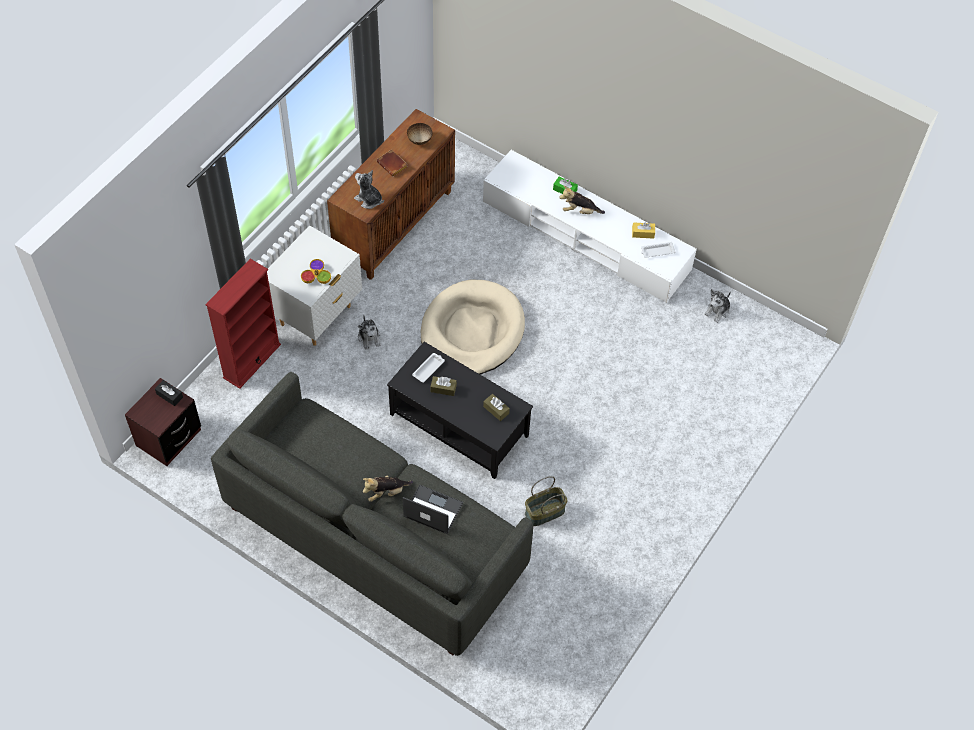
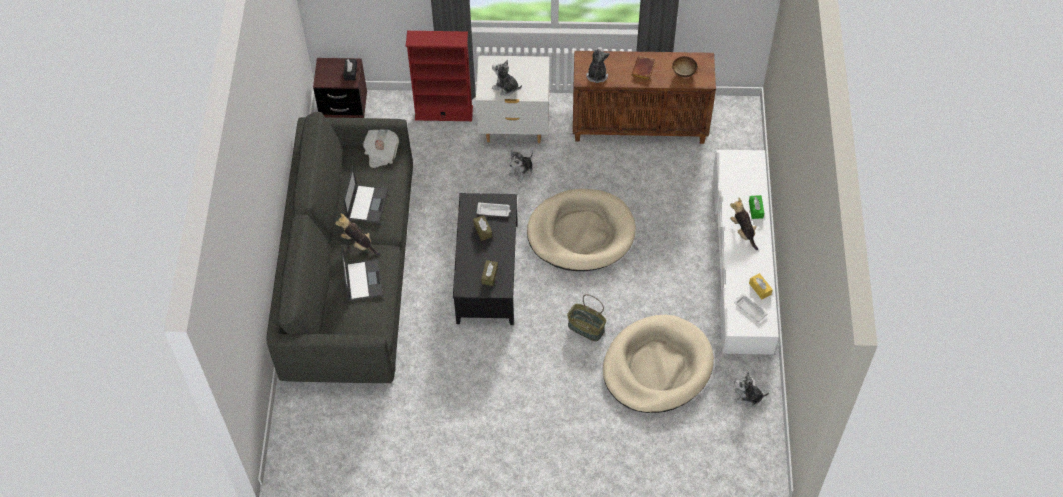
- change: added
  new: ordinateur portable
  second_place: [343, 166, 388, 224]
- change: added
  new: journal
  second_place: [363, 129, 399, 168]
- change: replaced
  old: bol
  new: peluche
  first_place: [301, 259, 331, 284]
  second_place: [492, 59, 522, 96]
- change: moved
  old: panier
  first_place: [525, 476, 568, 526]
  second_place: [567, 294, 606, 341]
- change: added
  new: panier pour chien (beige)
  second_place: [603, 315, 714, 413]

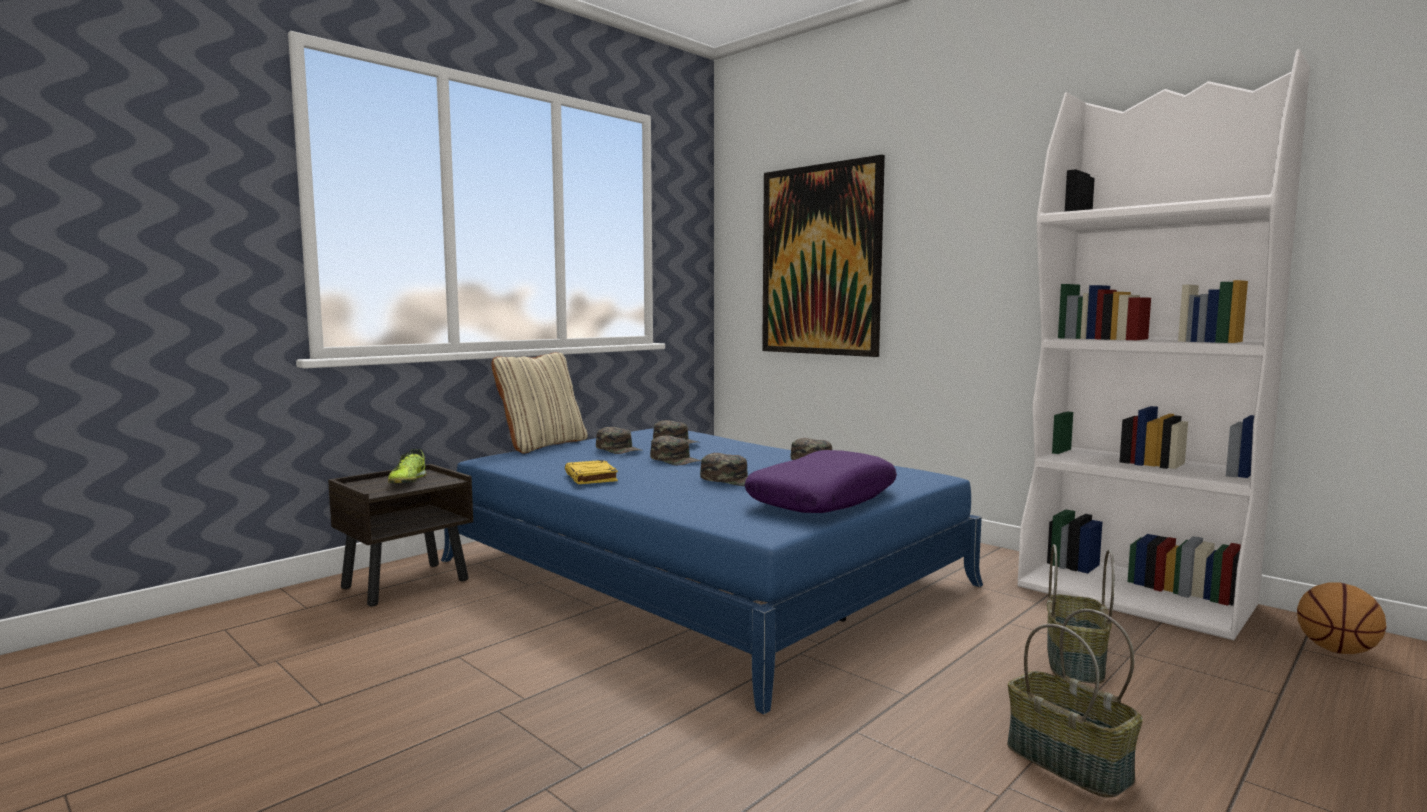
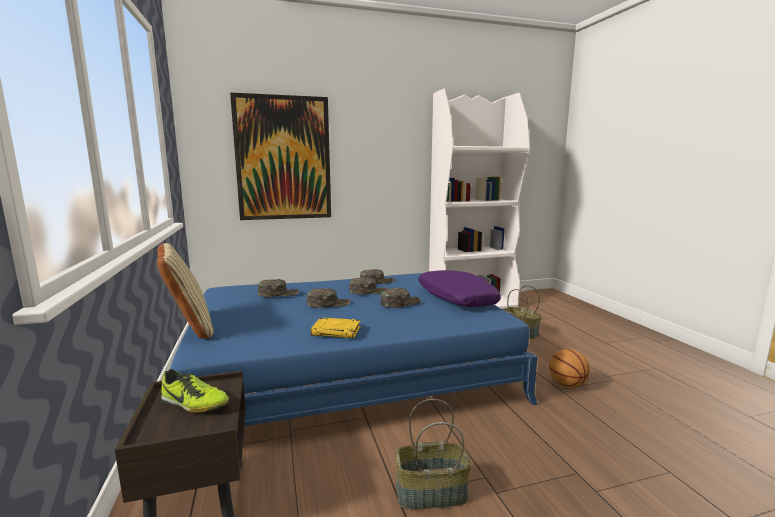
- change: moved
  old: casquette (vert)
  first_place: [596, 427, 643, 454]
  second_place: [349, 277, 388, 295]
- change: moved
  old: panier
  first_place: [1007, 609, 1143, 798]
  second_place: [395, 399, 472, 509]
- change: moved
  old: ballon de basket
  first_place: [1297, 583, 1387, 654]
  second_place: [549, 349, 590, 388]

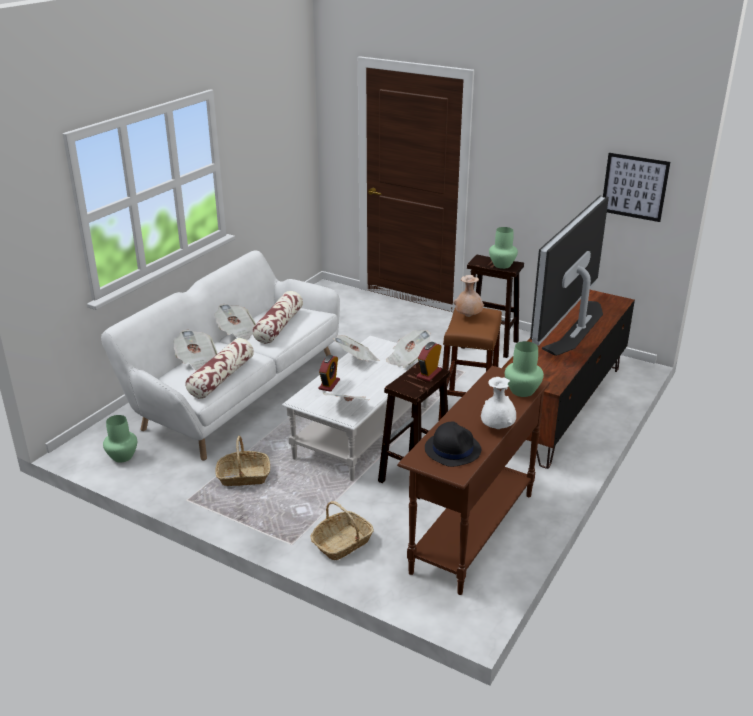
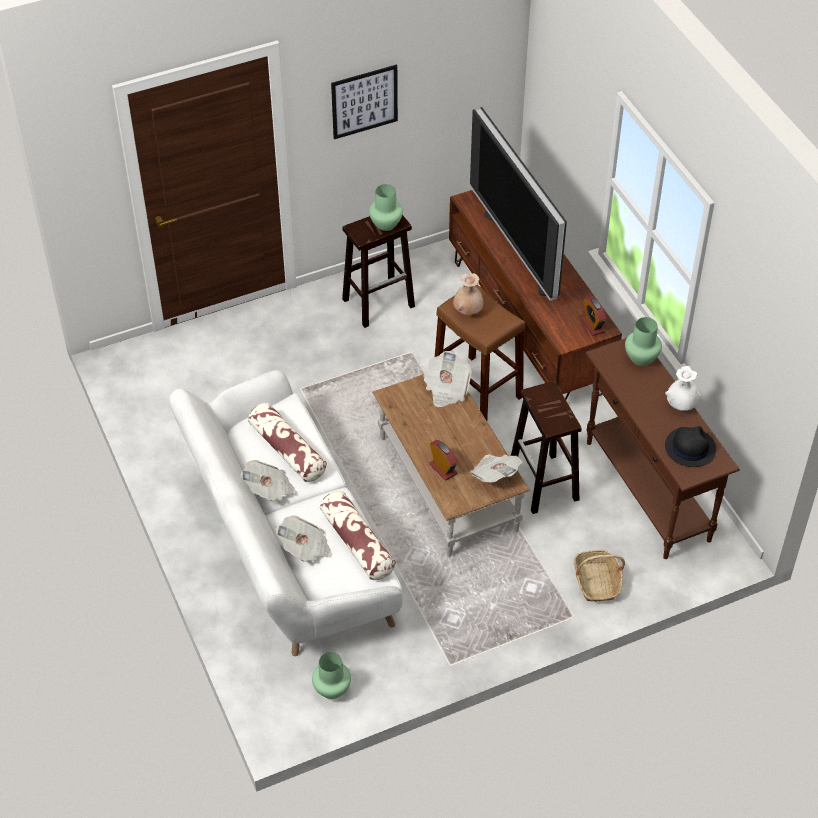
- change: moved
  old: tableau
  first_place: [603, 153, 670, 222]
  second_place: [331, 65, 398, 139]
- change: recoloured
  old: table basse (blanc)
  new: table basse (marron)
  first_place: [282, 336, 428, 481]
  second_place: [372, 374, 530, 557]
- change: moved
  old: réveil
  first_place: [417, 342, 442, 381]
  second_place: [581, 296, 607, 336]
- change: removed
  old: panier
  first_place: [215, 436, 270, 486]
- change: removed
  old: journal
  first_place: [333, 335, 380, 361]

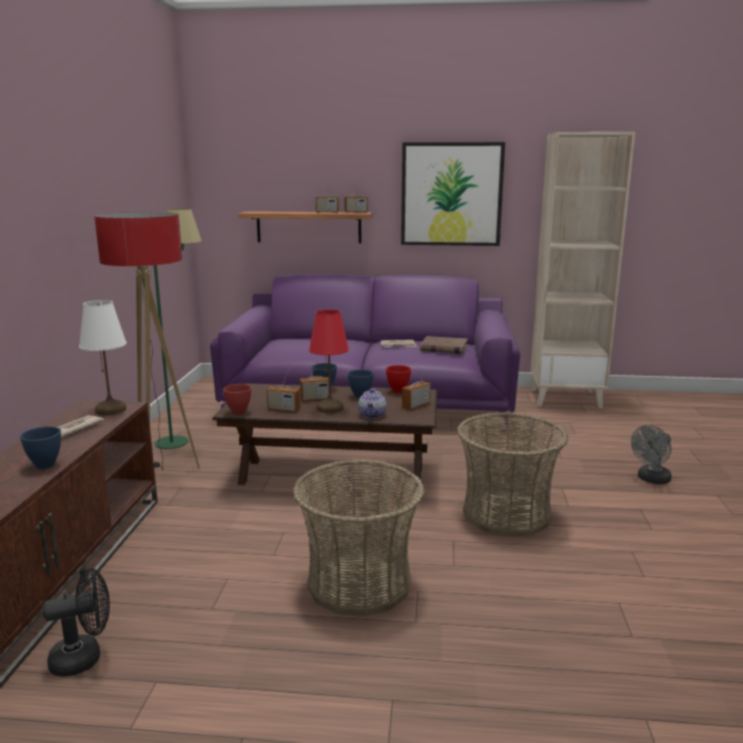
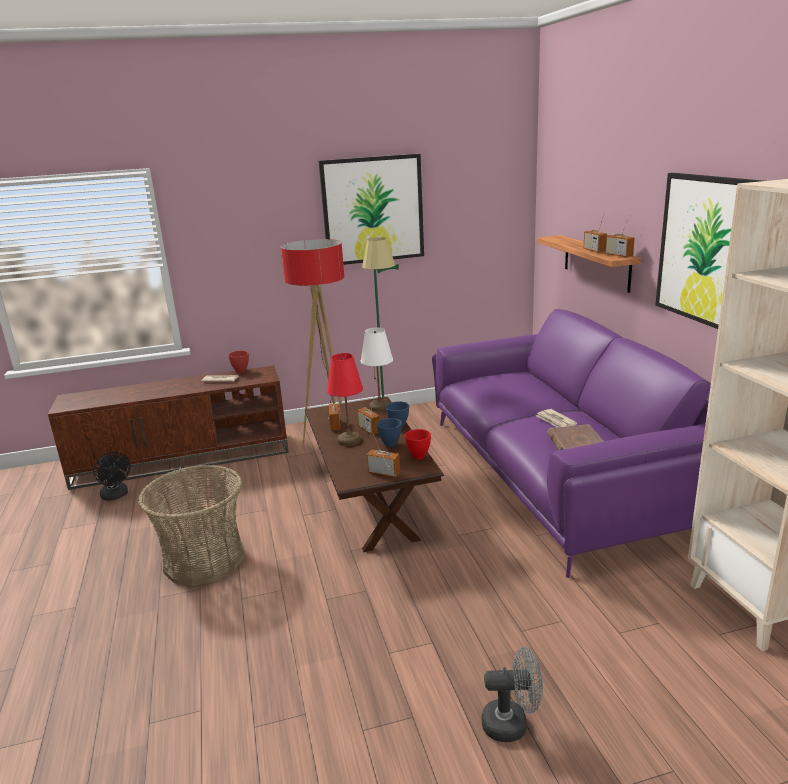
- change: moved
  old: bol (rouge)
  first_place: [223, 384, 251, 415]
  second_place: [228, 351, 249, 373]
- change: added
  new: tableau
  second_place: [319, 154, 424, 265]
- change: moved
  old: lampe de table (blanc)
  first_place: [79, 300, 126, 416]
  second_place: [361, 328, 393, 412]
- change: turned
  old: ventilateur (gris)
  first_place: [631, 425, 672, 484]
  second_place: [482, 647, 543, 742]
  degrees: 150
- change: removed
  old: bol (bleu)
  first_place: [20, 426, 61, 469]
- change: removed
  old: théière
  first_place: [358, 388, 386, 418]
- change: removed
  old: panier
  first_place: [457, 412, 568, 537]

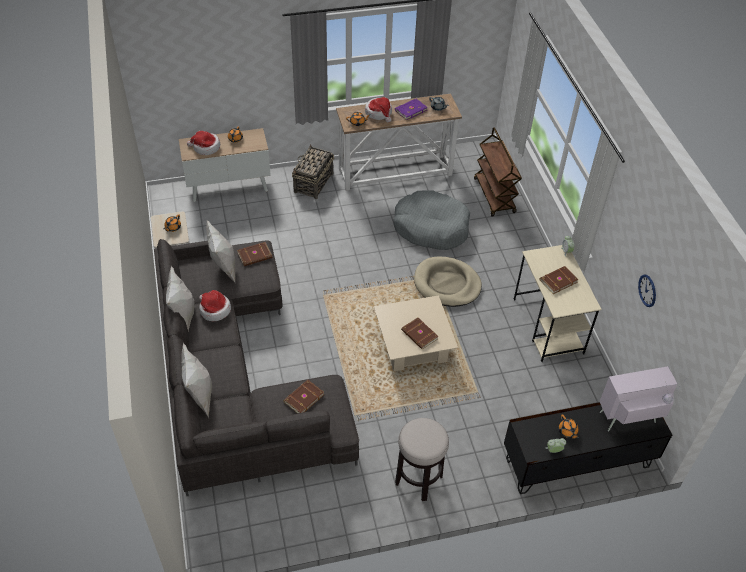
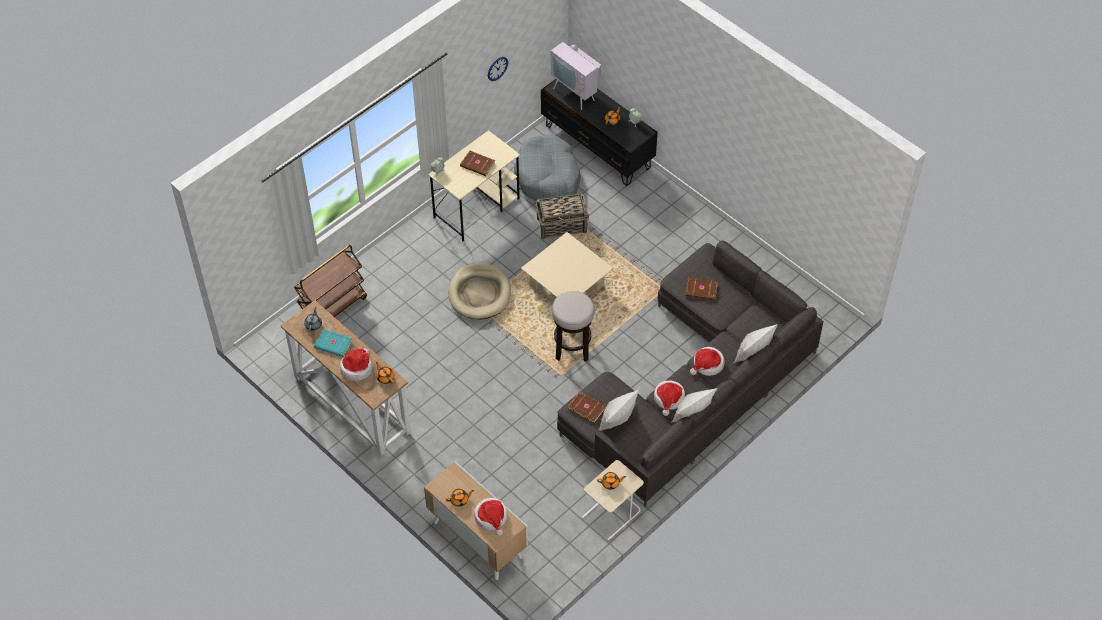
- change: recoloured
  old: livre (violet)
  new: livre (turquoise)
  first_place: [395, 99, 428, 120]
  second_place: [314, 329, 353, 357]
- change: moved
  old: panier pour chien (gris)
  first_place: [393, 190, 470, 250]
  second_place: [514, 134, 581, 201]
- change: moved
  old: panier
  first_place: [292, 145, 334, 199]
  second_place: [536, 193, 589, 239]
- change: moved
  old: tabouret
  first_place: [395, 418, 449, 501]
  second_place: [552, 291, 595, 362]
- change: added
  new: chapeau
  second_place: [690, 347, 725, 376]
- change: removed
  old: livre (marron)
  first_place: [401, 318, 439, 349]

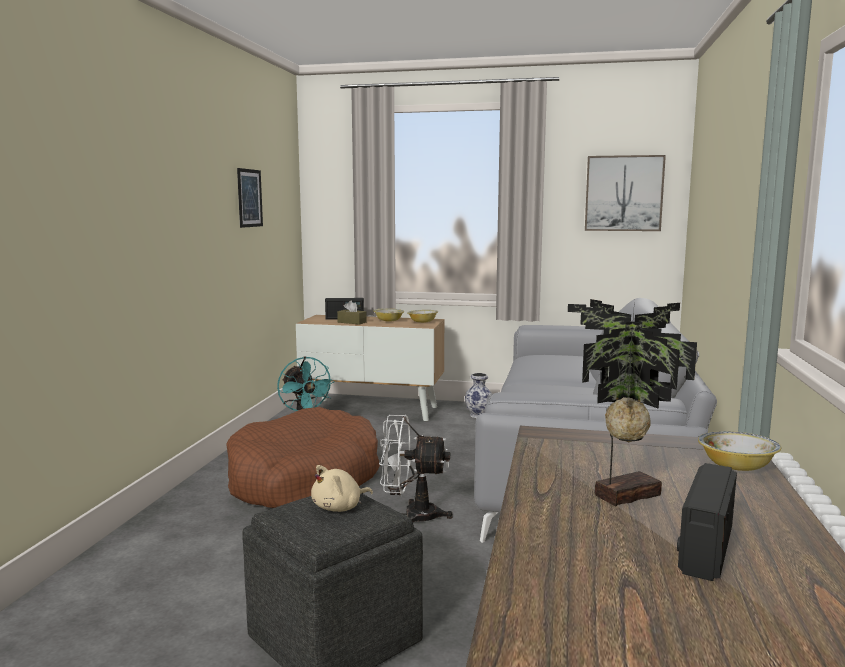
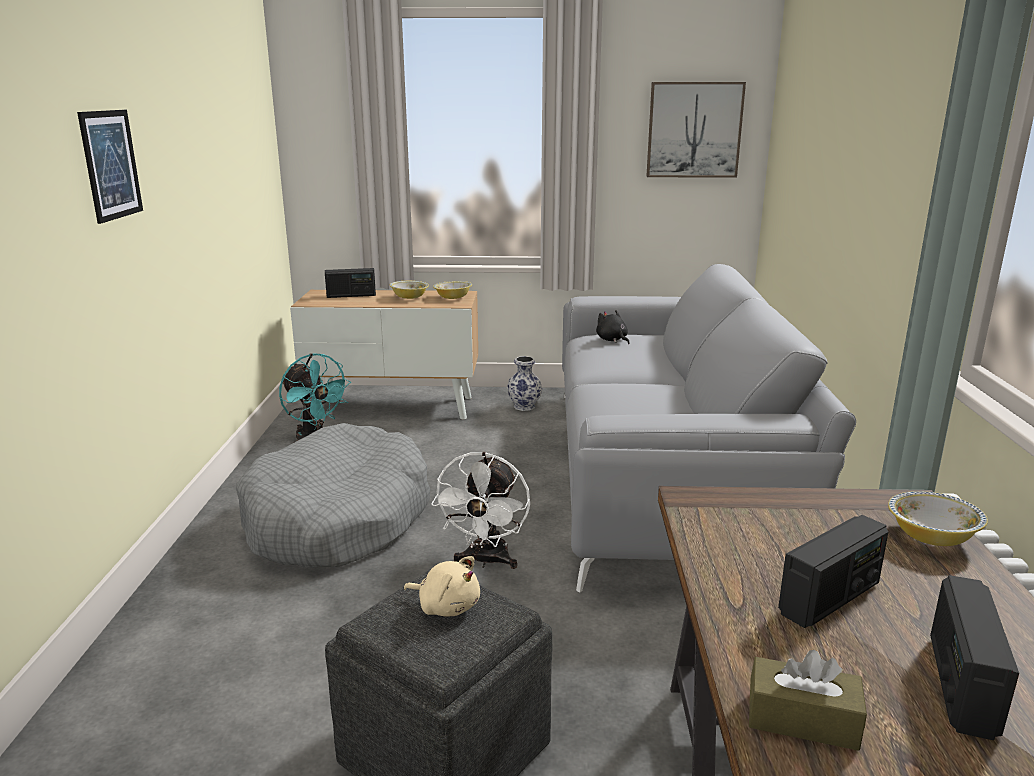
- change: moved
  old: tableau
  first_place: [237, 168, 263, 228]
  second_place: [77, 110, 143, 224]
- change: recoloured
  old: panier pour chien (marron)
  new: panier pour chien (gris)
  first_place: [227, 407, 380, 508]
  second_place: [236, 423, 430, 568]
- change: turned
  old: peluche (beige)
  first_place: [311, 465, 373, 512]
  second_place: [404, 556, 480, 617]
  degrees: -105
- change: turned
  old: ventilateur (blanc)
  first_place: [379, 415, 453, 522]
  second_place: [431, 452, 530, 569]
  degrees: -75
- change: added
  new: peluche (noir)
  second_place: [596, 310, 629, 344]
- change: moved
  old: boîte à mouchoirs (marron)
  first_place: [337, 301, 367, 325]
  second_place: [749, 650, 867, 751]
- change: replaced
  old: plante en pot
  new: radio
  first_place: [568, 299, 697, 506]
  second_place: [778, 515, 888, 628]

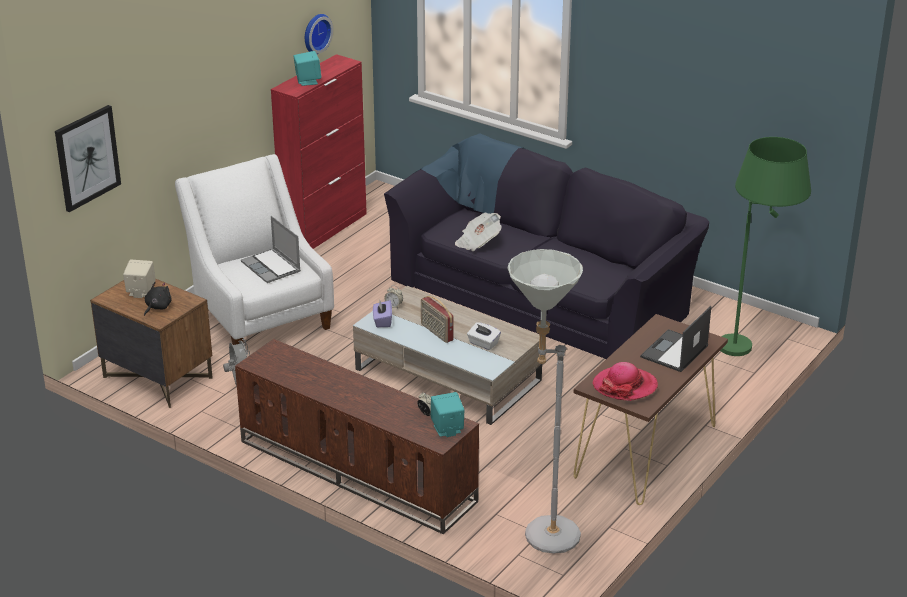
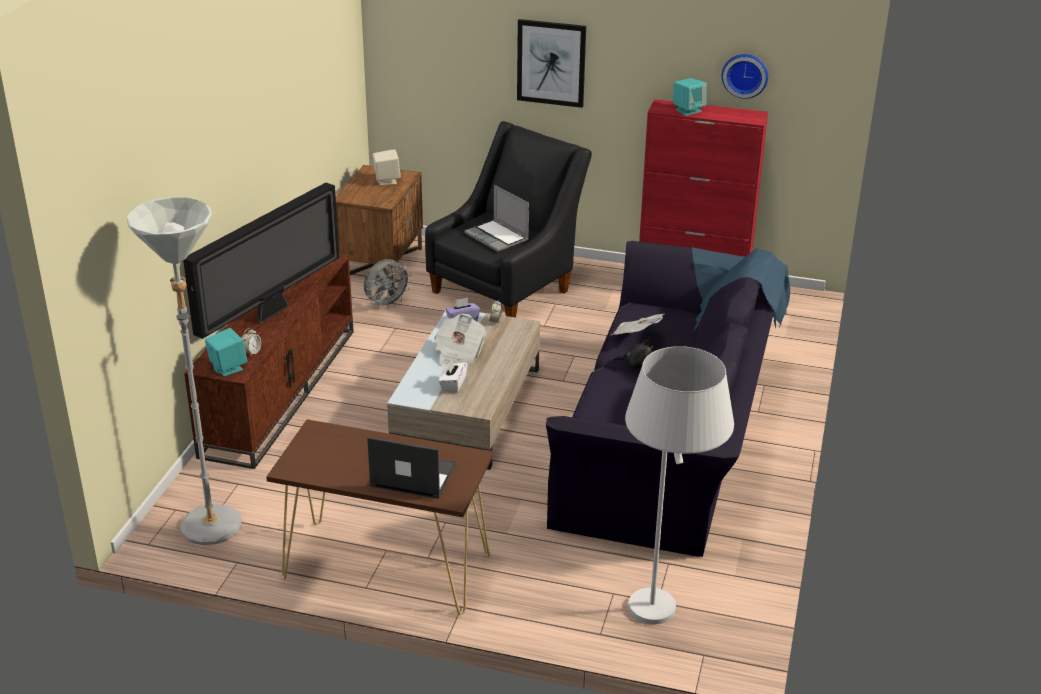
- change: added
  new: téléviseur
  second_place: [183, 182, 340, 339]
- change: recoloured
  old: fauteuil (blanc)
  new: fauteuil (noir)
  first_place: [175, 154, 334, 345]
  second_place: [425, 121, 592, 317]
- change: replaced
  old: radio
  new: journal
  first_place: [421, 296, 454, 343]
  second_place: [435, 314, 487, 367]
- change: turned
  old: ordinateur portable
  first_place: [241, 216, 301, 283]
  second_place: [465, 185, 529, 252]
  degrees: -75
- change: moved
  old: tableau
  first_place: [55, 105, 121, 212]
  second_place: [517, 19, 586, 108]
- change: moved
  old: peluche (noir)
  first_place: [144, 282, 172, 316]
  second_place: [613, 340, 654, 369]
- change: recoloured
  old: lampadaire (vert)
  new: lampadaire (blanc)
  first_place: [720, 137, 811, 356]
  second_place: [625, 346, 734, 624]
- change: removed
  old: chapeau
  first_place: [592, 362, 658, 401]

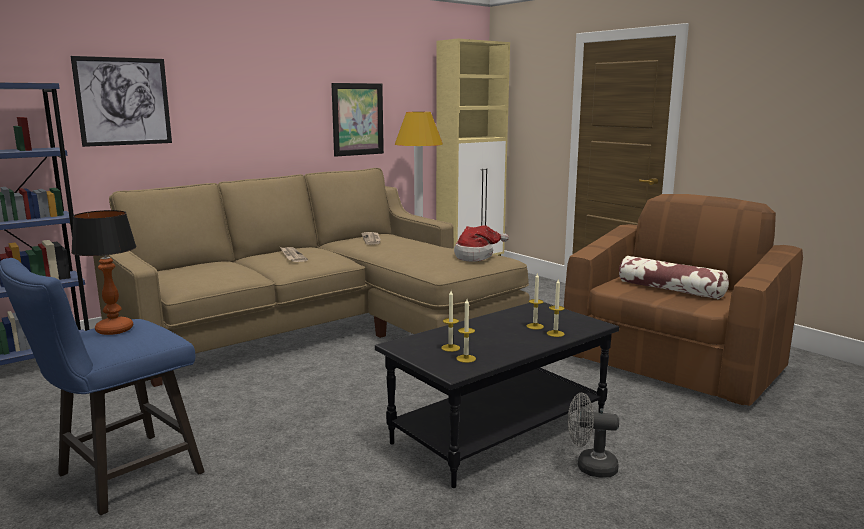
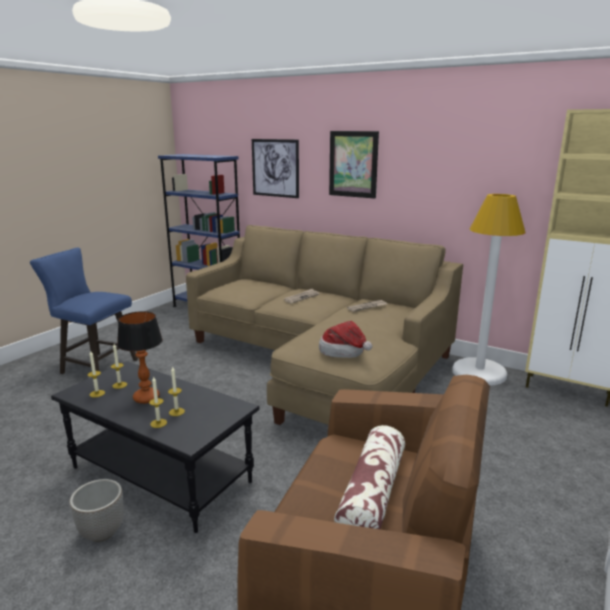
- change: replaced
  old: ventilateur (gris)
  new: cache-pot
  first_place: [568, 393, 619, 478]
  second_place: [69, 479, 124, 542]
- change: moved
  old: lampe de table
  first_place: [71, 210, 136, 335]
  second_place: [117, 311, 163, 404]
- change: moved
  old: tableau
  first_place: [331, 83, 384, 157]
  second_place: [329, 131, 379, 199]

